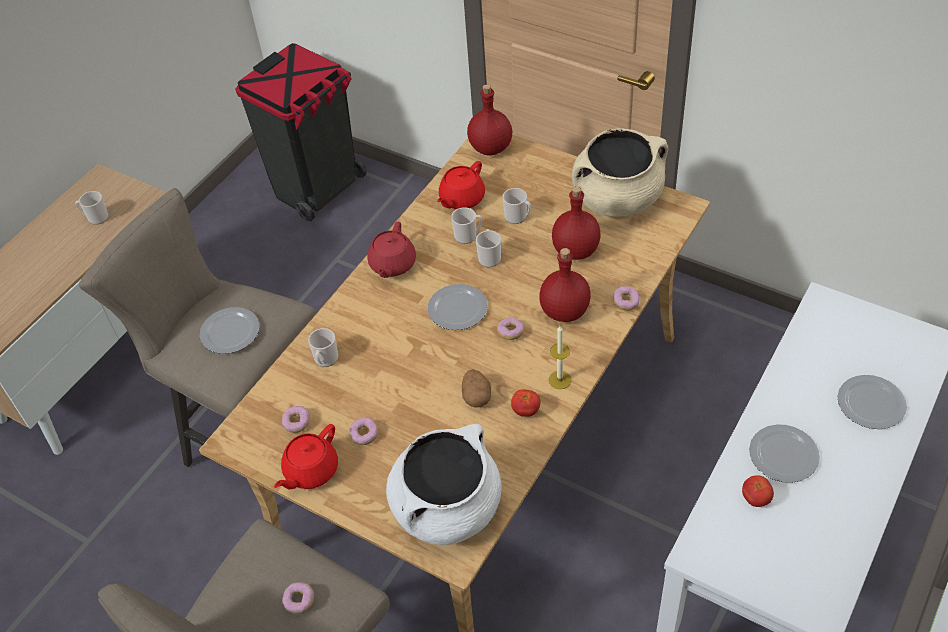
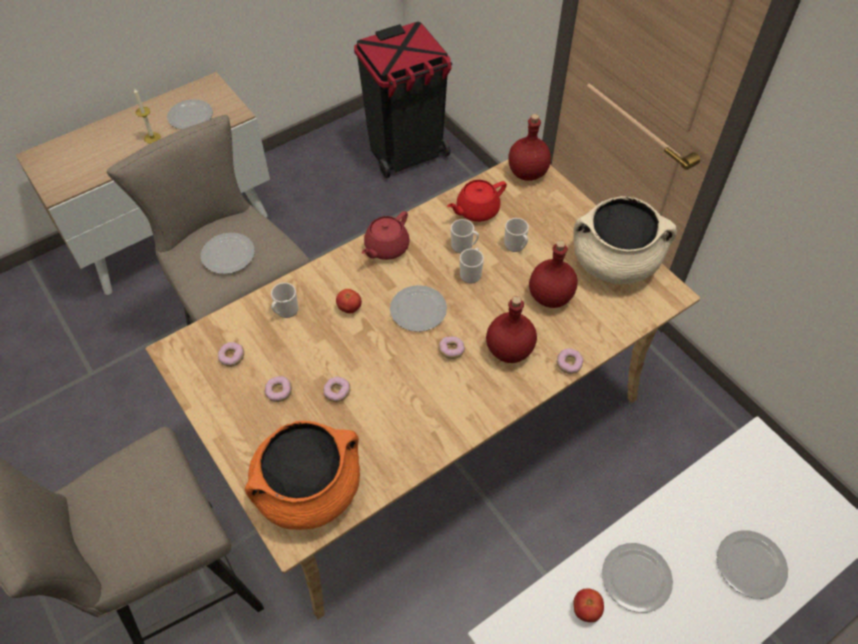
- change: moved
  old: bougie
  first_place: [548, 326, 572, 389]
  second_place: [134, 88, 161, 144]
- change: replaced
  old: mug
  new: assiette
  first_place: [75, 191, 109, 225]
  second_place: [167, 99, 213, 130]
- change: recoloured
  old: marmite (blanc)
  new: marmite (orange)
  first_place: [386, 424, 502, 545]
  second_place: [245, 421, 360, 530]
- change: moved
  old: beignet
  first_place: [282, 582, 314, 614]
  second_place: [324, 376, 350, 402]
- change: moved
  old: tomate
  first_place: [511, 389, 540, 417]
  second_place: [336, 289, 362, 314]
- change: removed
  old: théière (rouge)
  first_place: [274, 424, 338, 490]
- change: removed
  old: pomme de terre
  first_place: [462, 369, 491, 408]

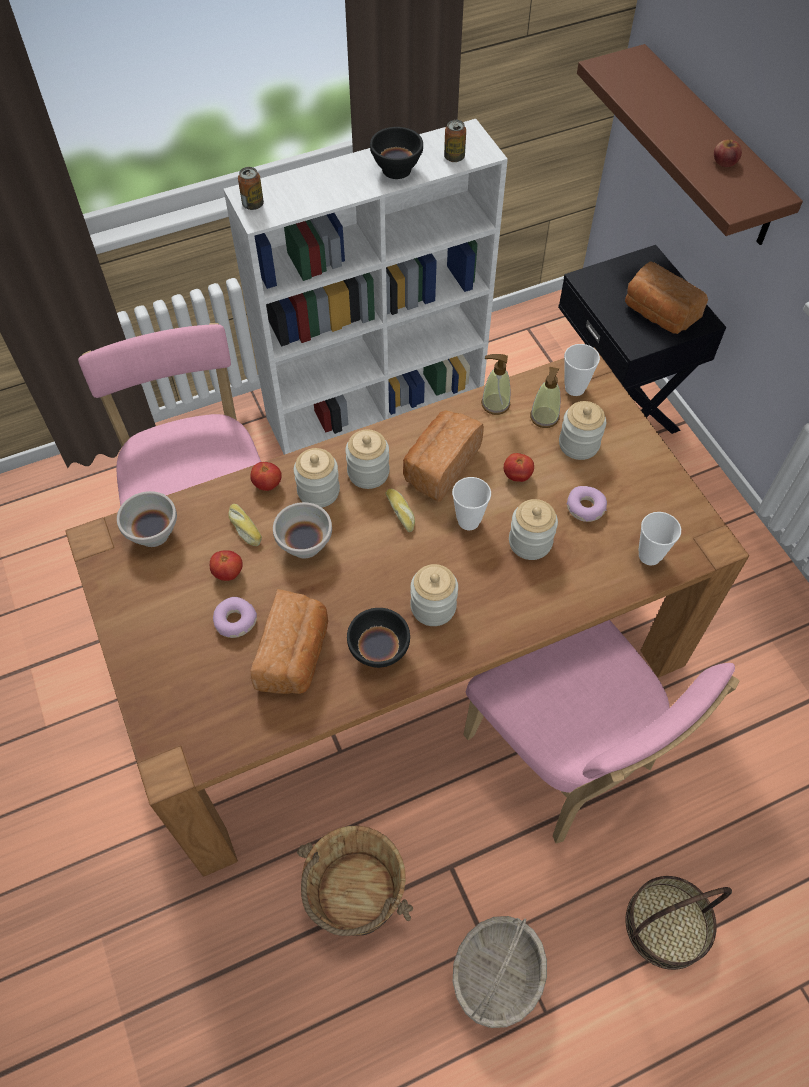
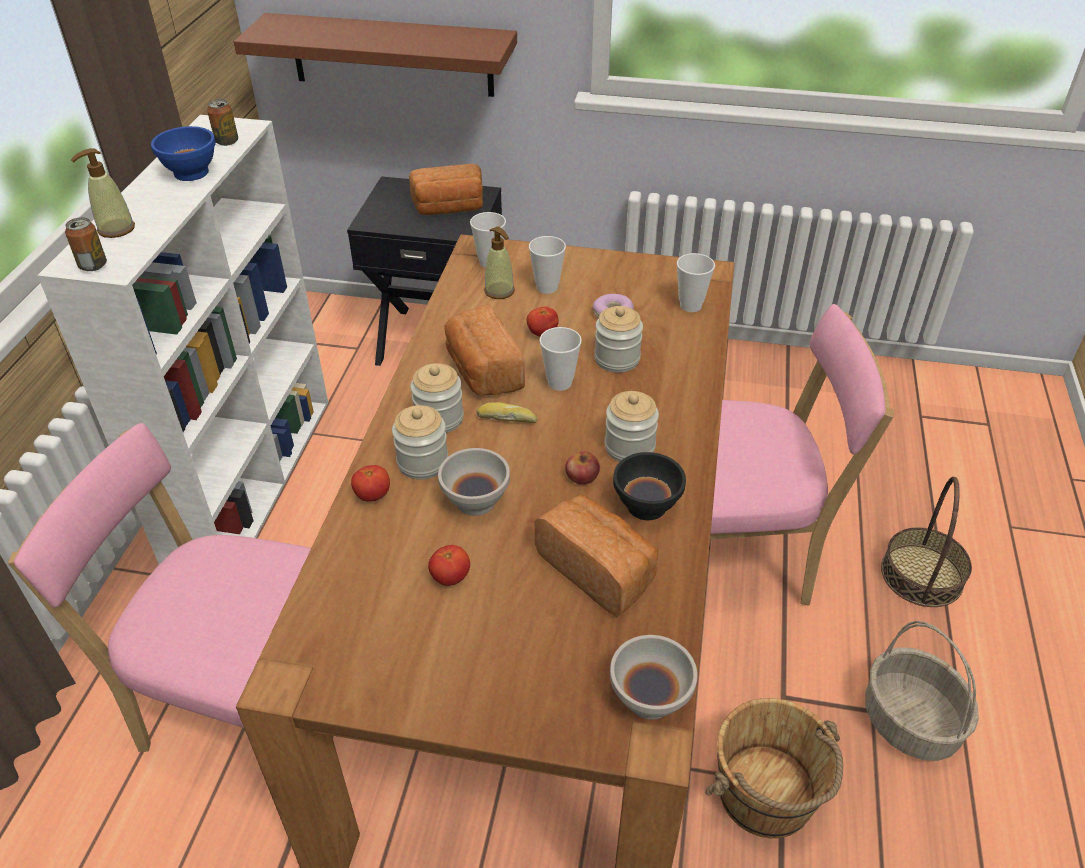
- change: moved
  old: distributeur de savon
  first_place: [481, 354, 511, 415]
  second_place: [71, 148, 135, 238]
- change: recoloured
  old: bol (noir)
  new: bol (bleu)
  first_place: [370, 127, 423, 179]
  second_place: [151, 126, 216, 181]
- change: replaced
  old: bocal
  new: tasse
  first_place: [559, 401, 606, 460]
  second_place: [529, 236, 566, 294]
- change: moved
  old: pomme
  first_place: [714, 139, 742, 167]
  second_place: [565, 451, 600, 485]
- change: moved
  old: bol (blanc)
  first_place: [117, 491, 177, 547]
  second_place: [610, 635, 698, 720]
- change: removed
  old: beignet
  first_place: [213, 597, 257, 638]
- change: removed
  old: pain
  first_place: [229, 504, 262, 546]

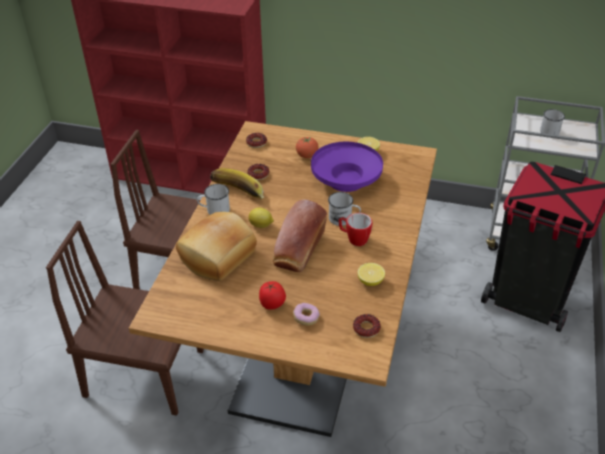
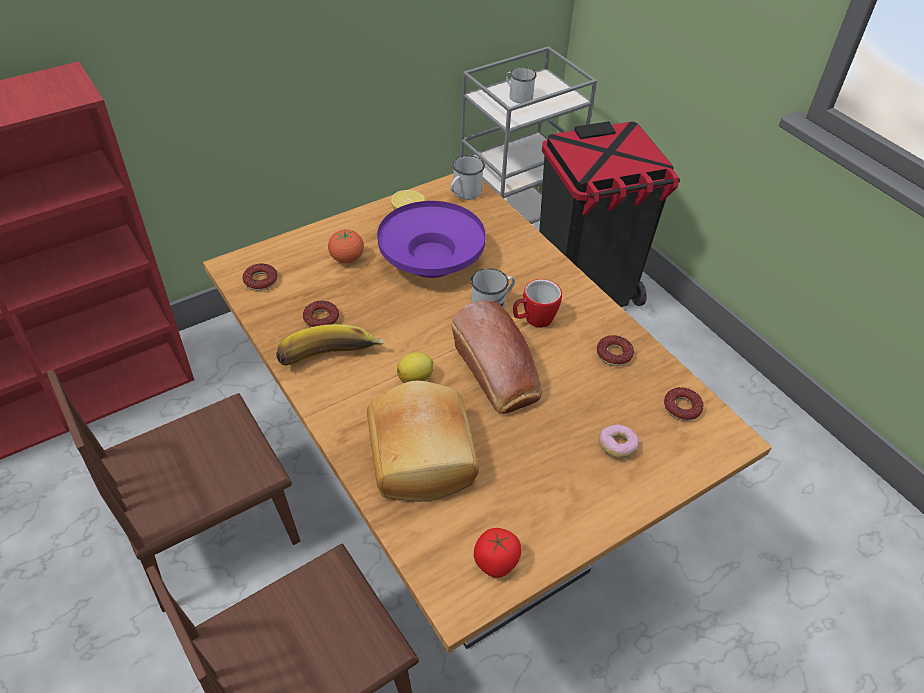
- change: moved
  old: mug (blanc)
  first_place: [197, 184, 230, 215]
  second_place: [450, 156, 485, 200]
- change: moved
  old: tomate
  first_place: [259, 281, 286, 310]
  second_place: [474, 528, 522, 578]
- change: replaced
  old: citron
  new: beignet
  first_place: [357, 263, 385, 286]
  second_place: [597, 335, 634, 366]

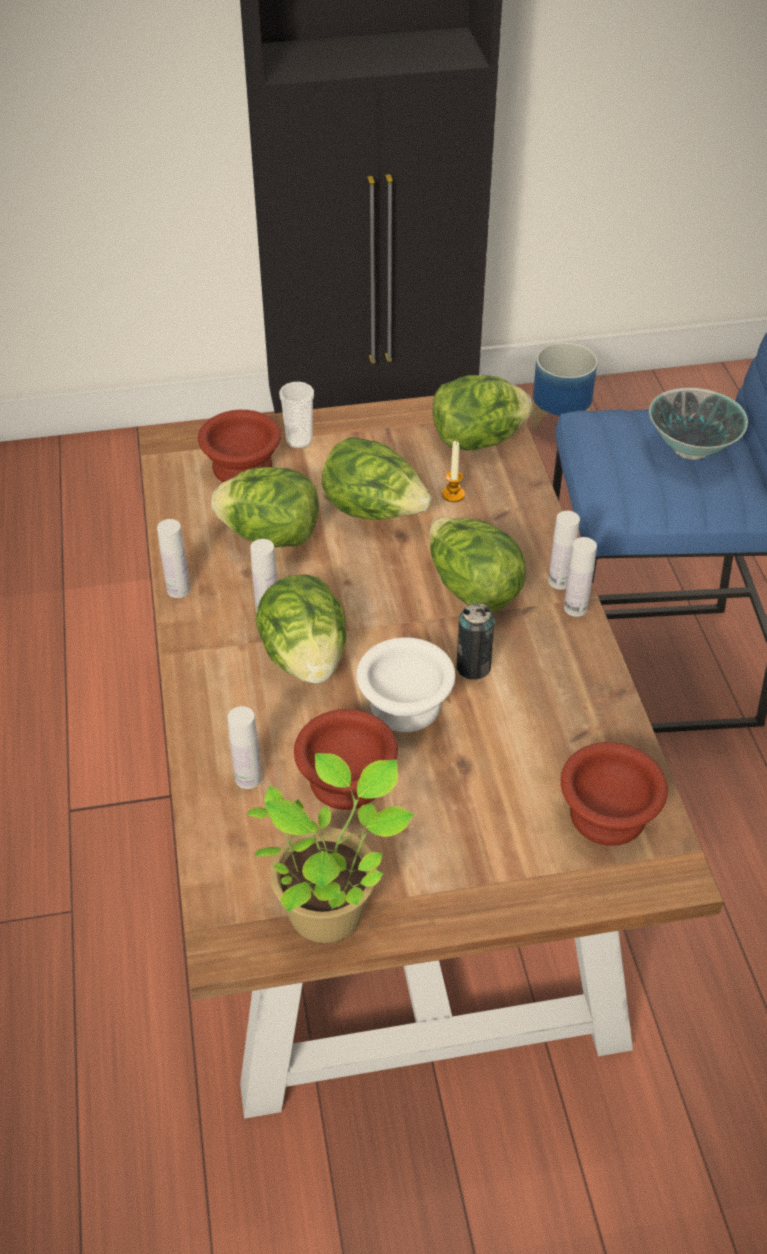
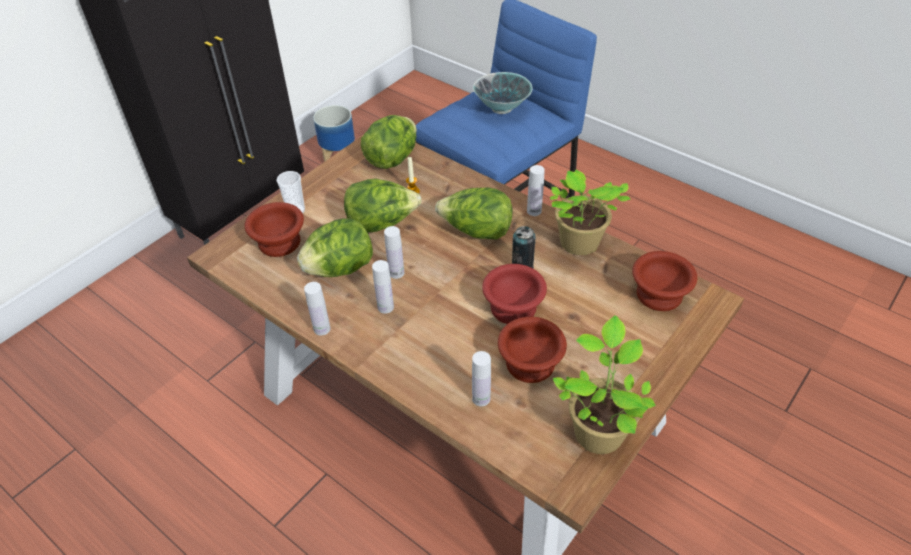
- change: moved
  old: bouteille (blanc)
  first_place: [548, 511, 580, 590]
  second_place: [384, 226, 404, 279]
- change: recoloured
  old: bol (blanc)
  new: bol (rouge)
  first_place: [356, 637, 455, 732]
  second_place: [482, 264, 547, 324]
- change: added
  new: plante en pot
  second_place: [550, 169, 631, 255]
- change: removed
  old: laitue
  first_place: [256, 575, 346, 683]

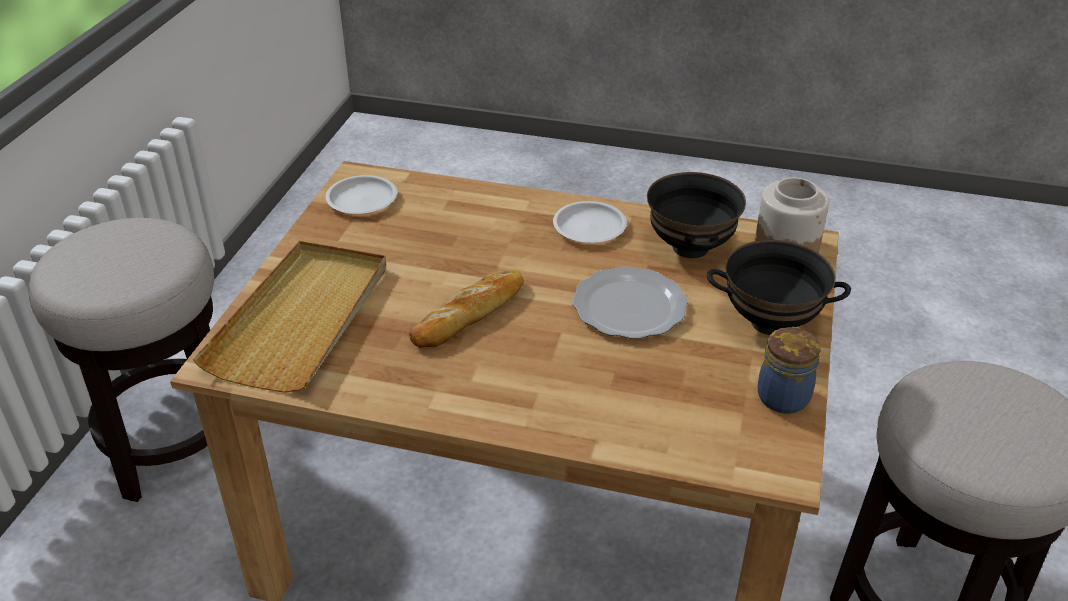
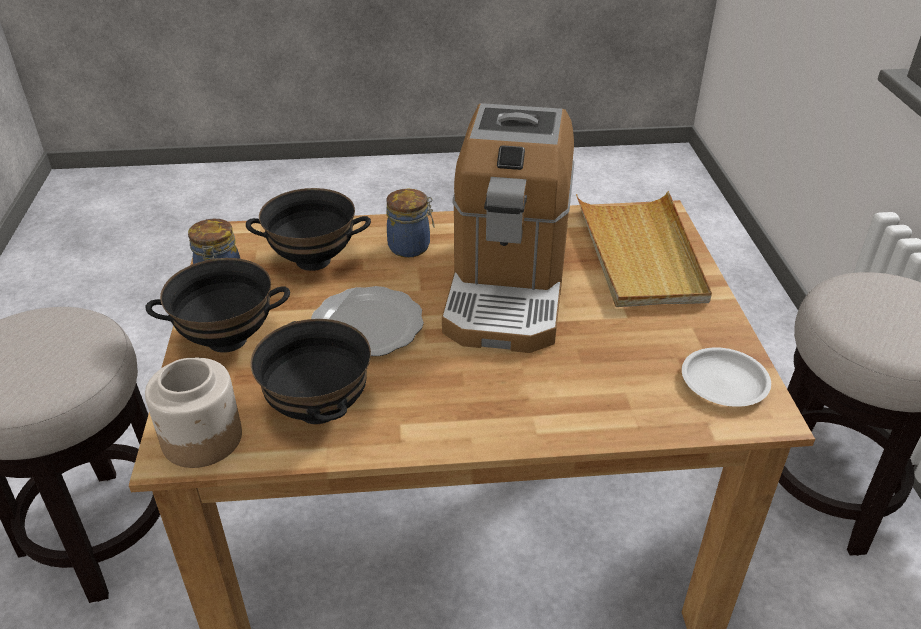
- change: added
  new: bol (noir)
  second_place: [246, 188, 371, 271]
- change: added
  new: bocal
  second_place: [386, 189, 434, 258]
- change: replaced
  old: pain
  new: machine à café
  first_place: [409, 270, 524, 348]
  second_place: [442, 103, 574, 353]
- change: removed
  old: assiette (blanc)
  first_place: [553, 201, 627, 243]

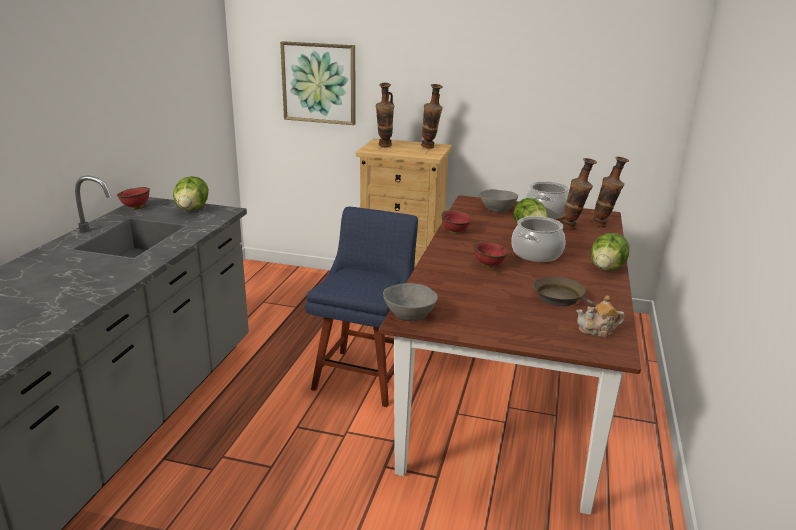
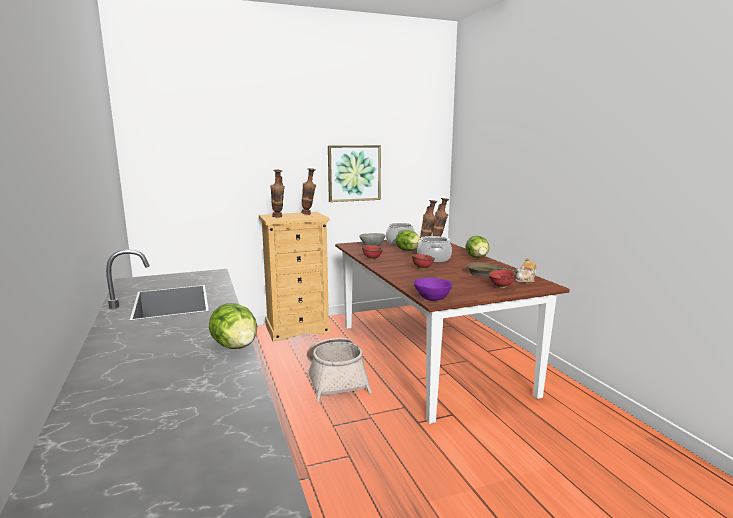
- change: moved
  old: laitue
  first_place: [173, 176, 209, 211]
  second_place: [209, 303, 257, 349]
- change: replaced
  old: chaise (bleu)
  new: panier
  first_place: [305, 207, 418, 407]
  second_place: [307, 337, 372, 401]
- change: moved
  old: tableau
  first_place: [280, 41, 356, 125]
  second_place: [328, 145, 381, 202]
- change: recoloured
  old: bol (gris)
  new: bol (violet)
  first_place: [383, 283, 438, 321]
  second_place: [414, 278, 453, 301]
- change: moved
  old: bol (rouge)
  first_place: [117, 187, 150, 209]
  second_place: [488, 269, 516, 288]

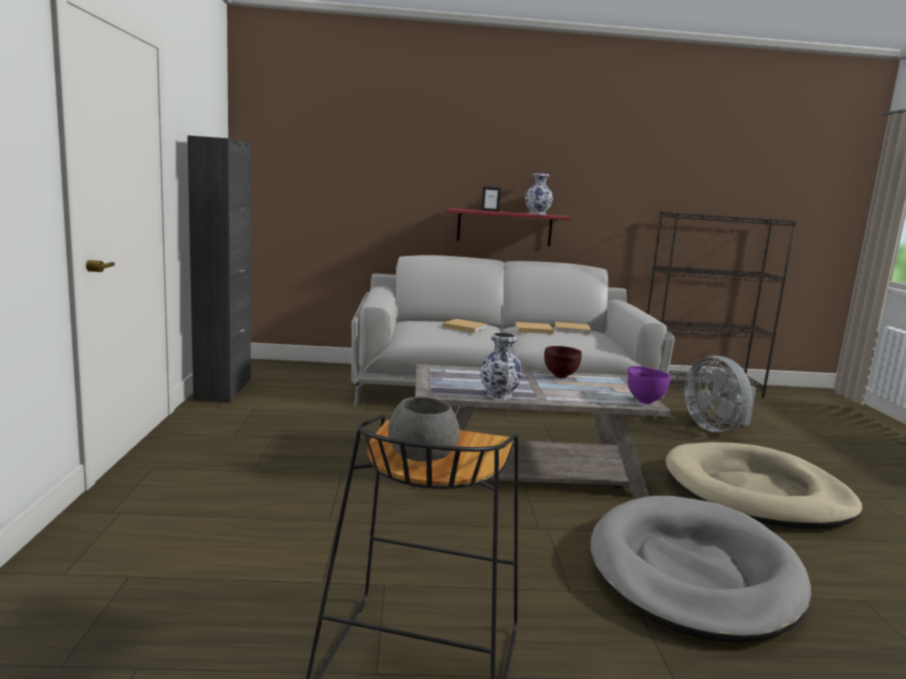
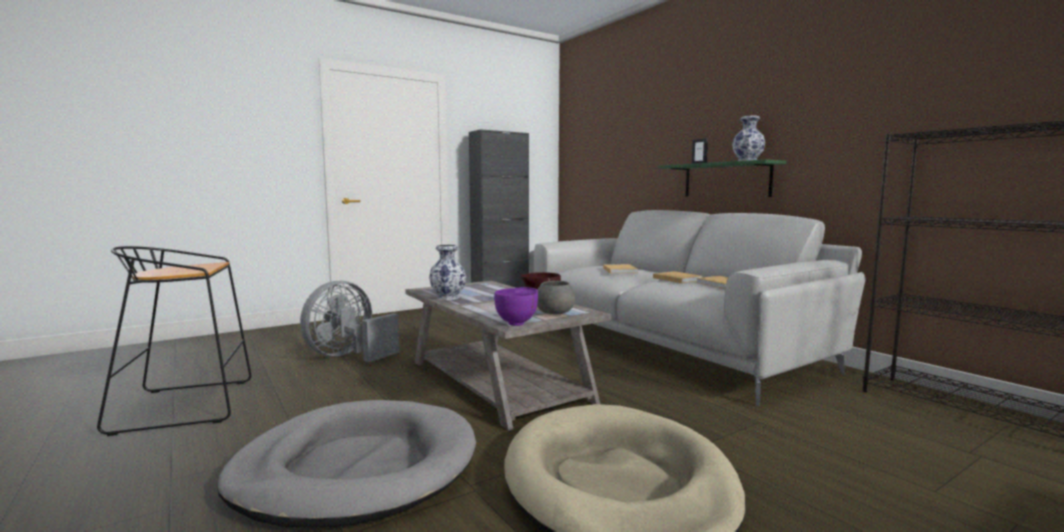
- change: moved
  old: ventilateur (gris)
  first_place: [684, 356, 756, 433]
  second_place: [300, 281, 399, 362]
- change: moved
  old: bol (gris)
  first_place: [388, 396, 460, 461]
  second_place: [537, 281, 575, 314]
- change: recoloured
  old: étagère (rouge)
  new: étagère (vert)
  first_place: [447, 208, 571, 246]
  second_place: [658, 159, 786, 197]

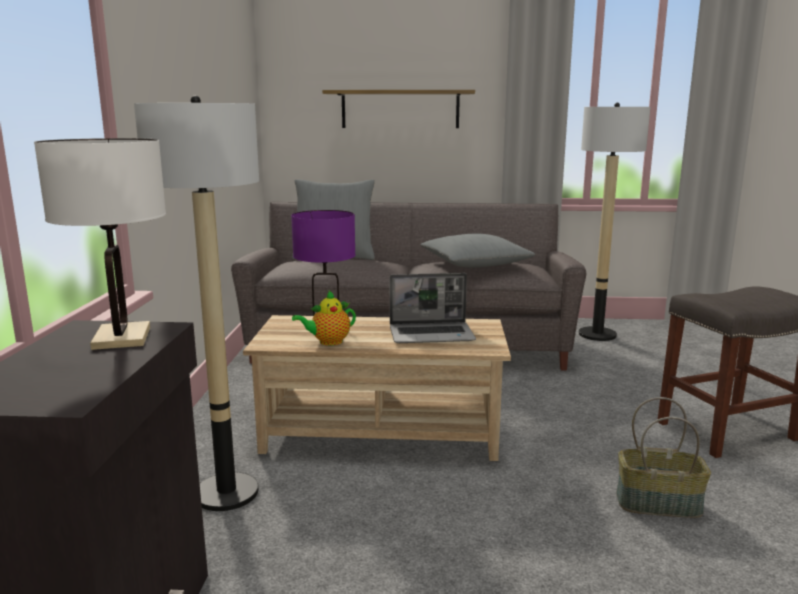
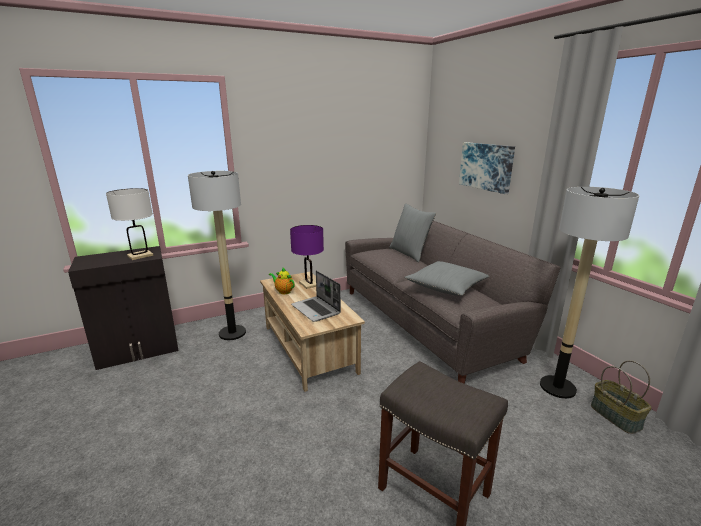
- change: replaced
  old: étagère
  new: tableau
  first_place: [322, 90, 475, 128]
  second_place: [459, 142, 515, 194]
- change: moved
  old: panier
  first_place: [616, 397, 711, 518]
  second_place: [591, 360, 652, 434]

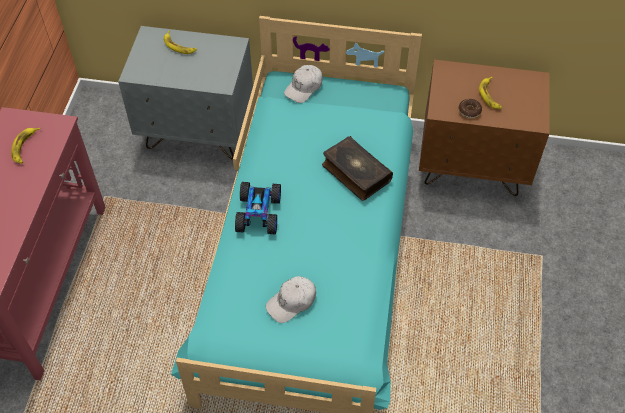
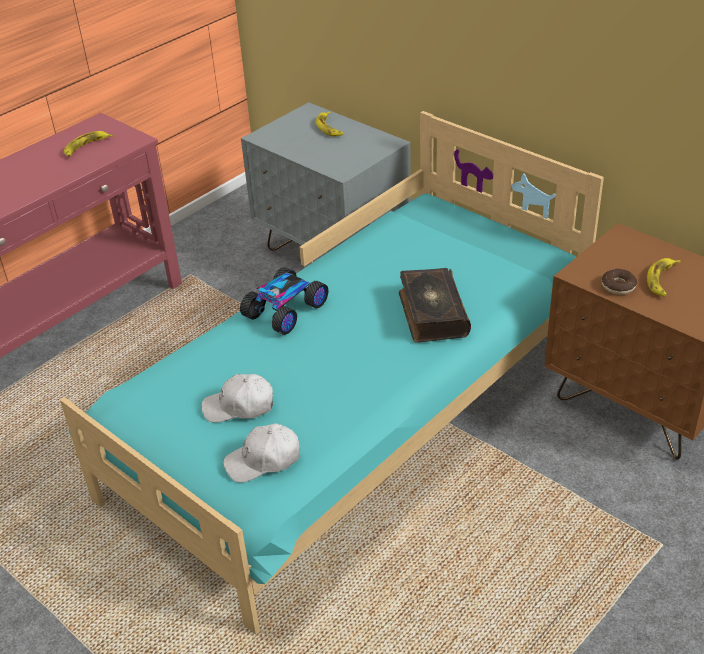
- change: moved
  old: casquette (blanc)
  first_place: [284, 65, 323, 103]
  second_place: [223, 424, 300, 483]

